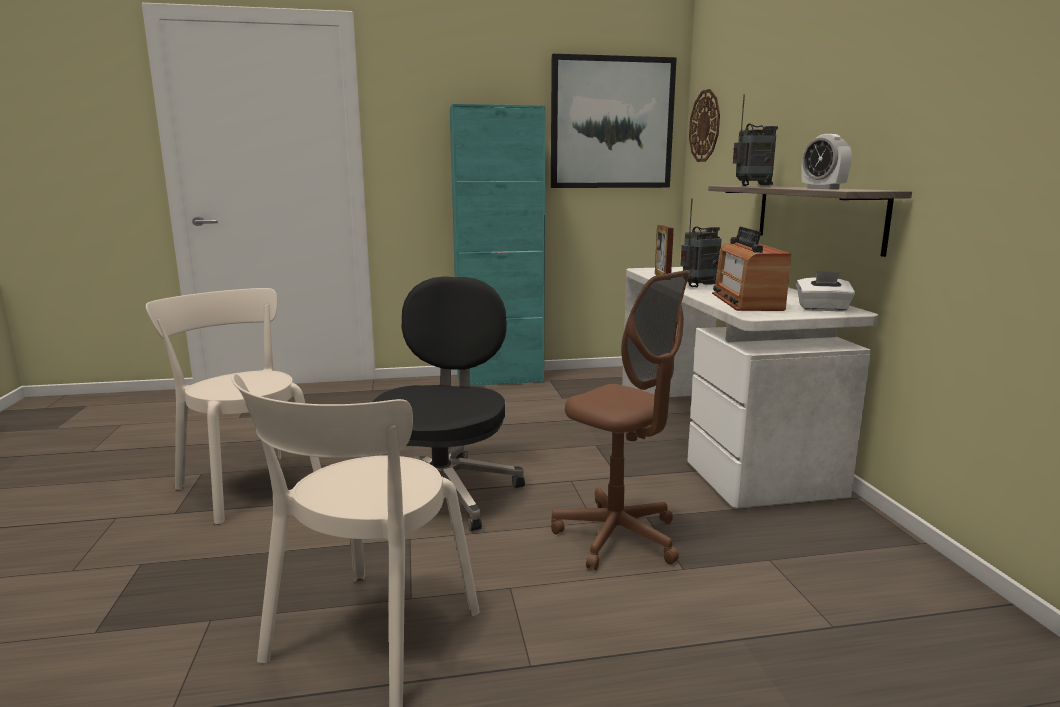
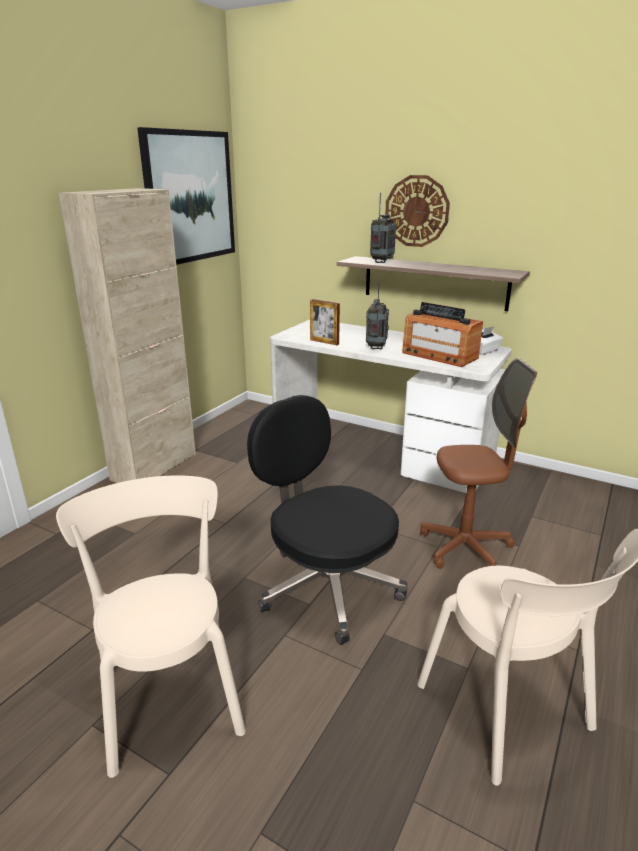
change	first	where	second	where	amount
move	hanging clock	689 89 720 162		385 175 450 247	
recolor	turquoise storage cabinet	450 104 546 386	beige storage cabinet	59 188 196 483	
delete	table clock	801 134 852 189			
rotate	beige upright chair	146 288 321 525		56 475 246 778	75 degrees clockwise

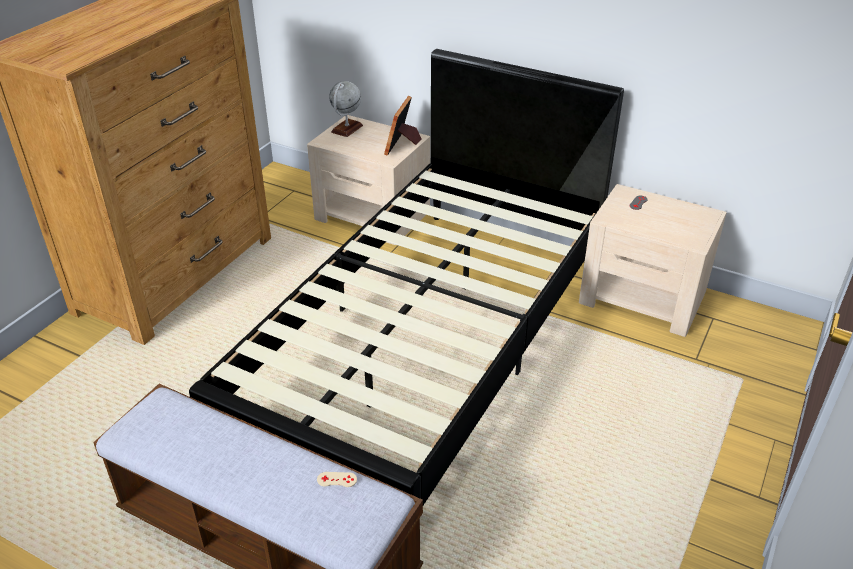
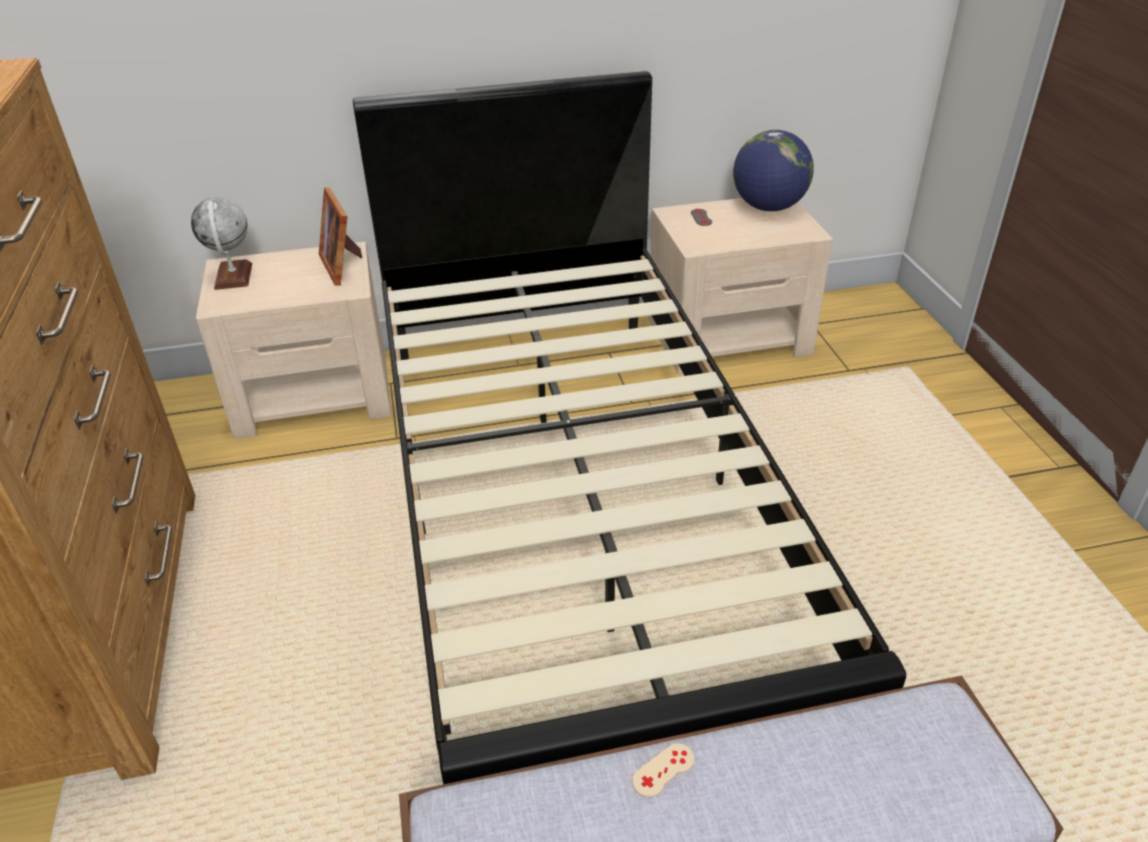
change	first	where	second	where	amount
move	beige joypad	317 472 357 487		632 744 694 797	
insert			world globe	733 130 814 211	

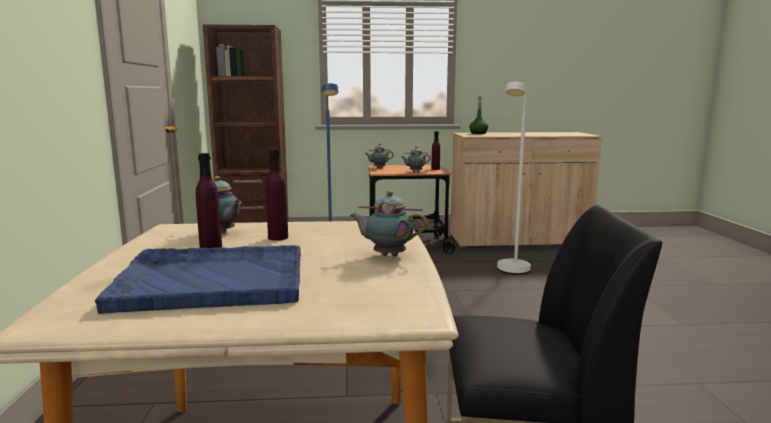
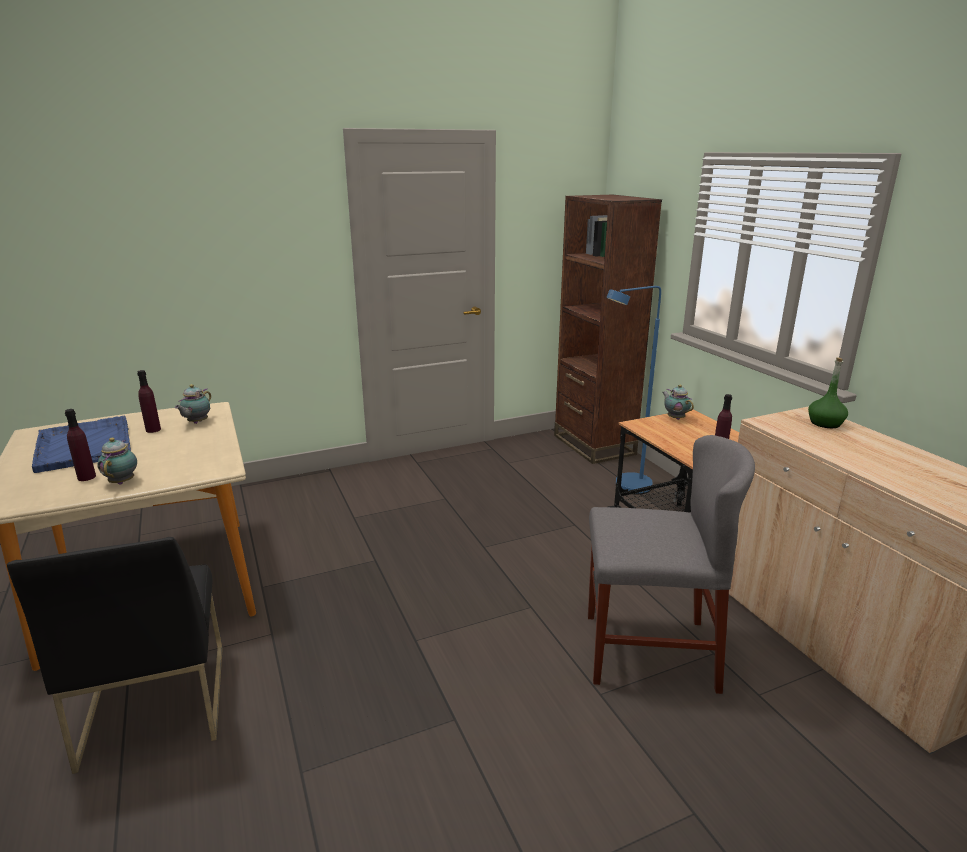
change	first	where	second	where	amount
replace	whitish standard lamp	497 81 531 274	gray upright chair	588 435 755 694	
delete	tea pot	401 146 431 172			
move	purplish drink bottle	266 148 288 241		65 409 96 481	

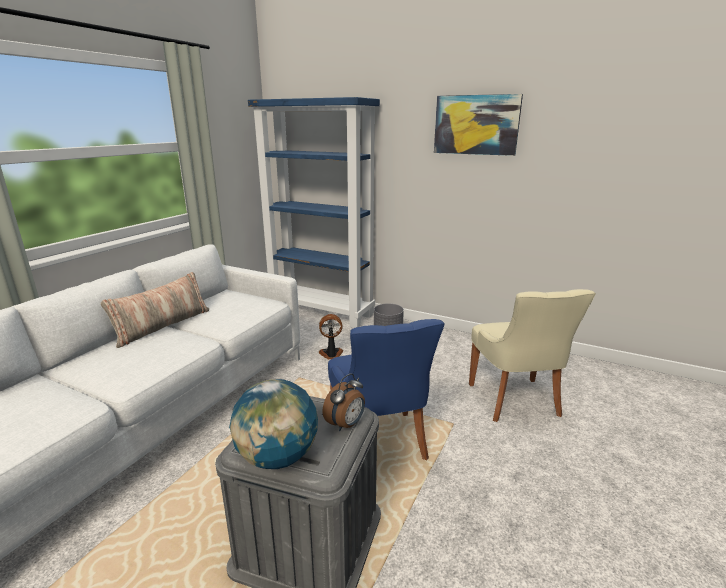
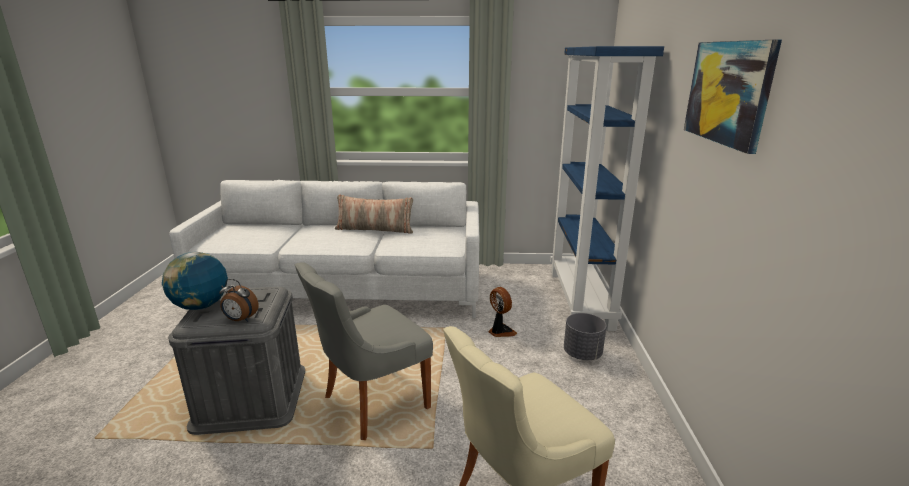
change	first	where	second	where	amount
recolor	bluish upright chair	328 319 444 460	gray upright chair	295 262 433 440	

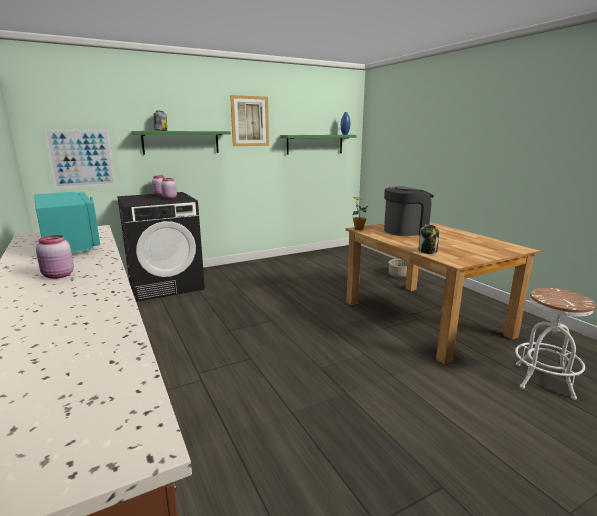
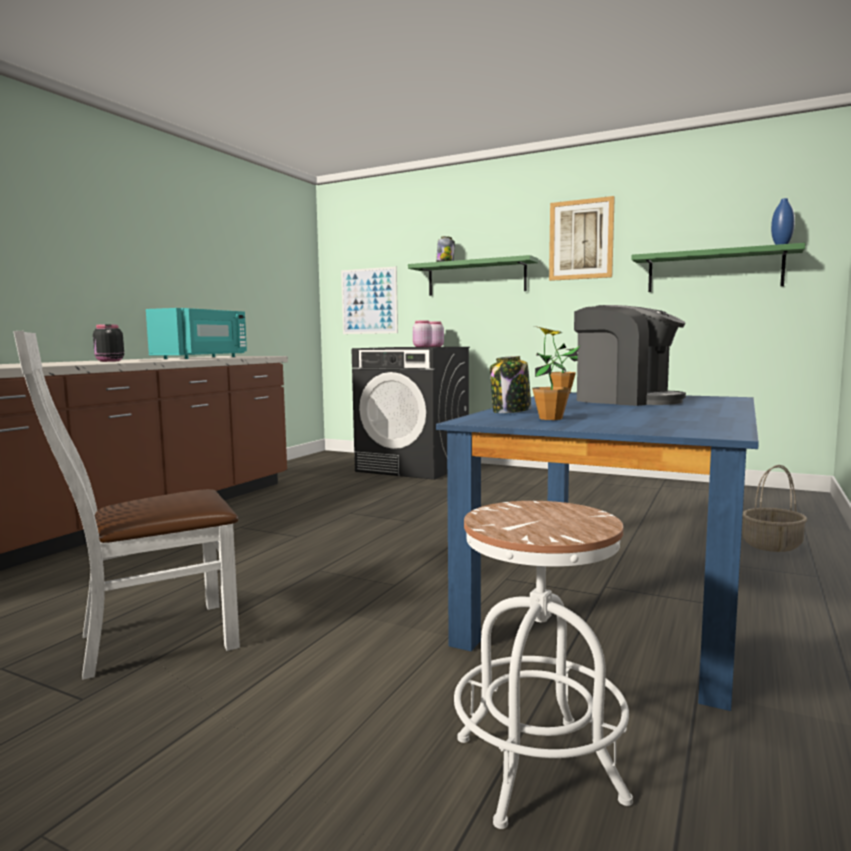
change	first	where	second	where	amount
recolor	brown-coloured dinner table	345 222 541 365	bluish dinner table	436 392 759 711	
recolor	pinkish storage jar	36 235 74 279	black storage jar	93 325 124 362	
insert			houseplant	532 326 581 420	
insert			whitish upright chair	13 331 240 680	

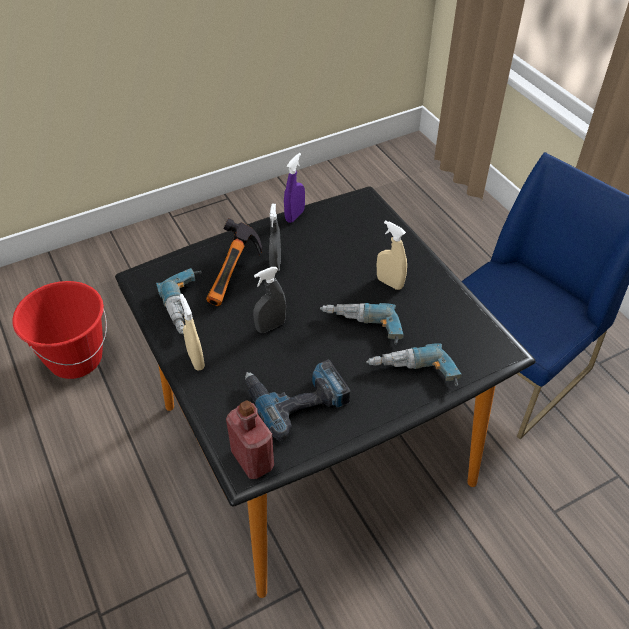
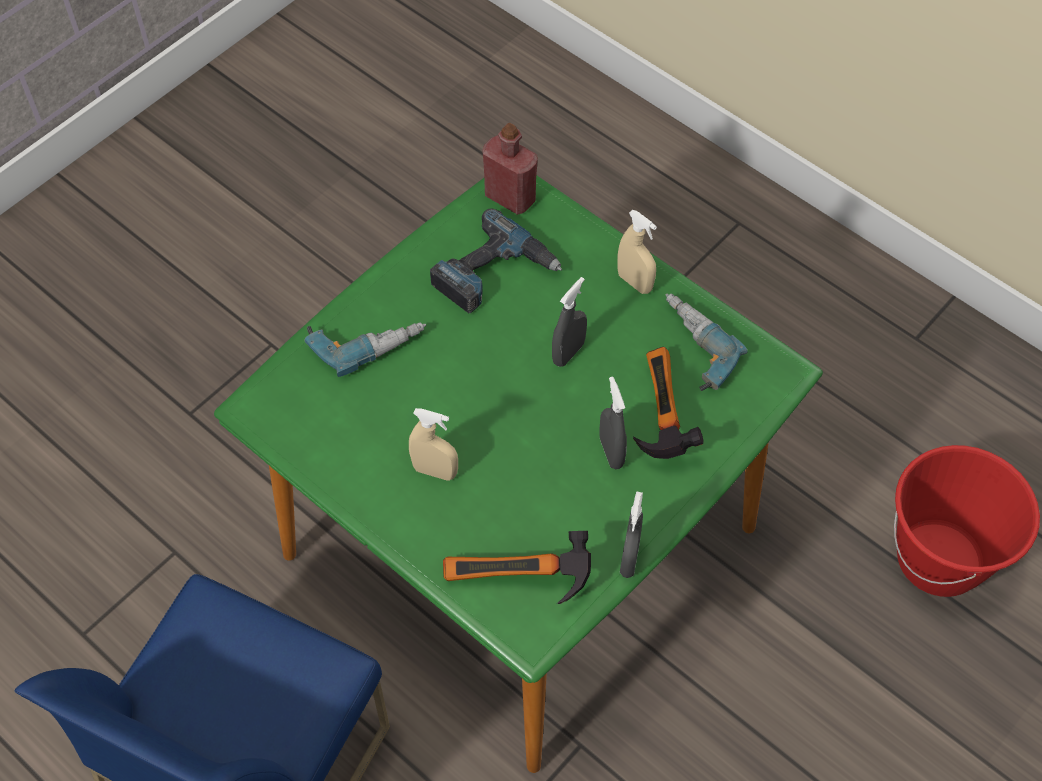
change	first	where	second	where	amount
recolor	purplish spray bottle	284 153 305 223	gray spray bottle	620 491 643 578	
recolor	black dinner table	115 186 536 598	green-coloured dinner table	214 175 823 773	
delete	power drill	320 303 404 344			
insert			hand hammer	443 531 591 604	

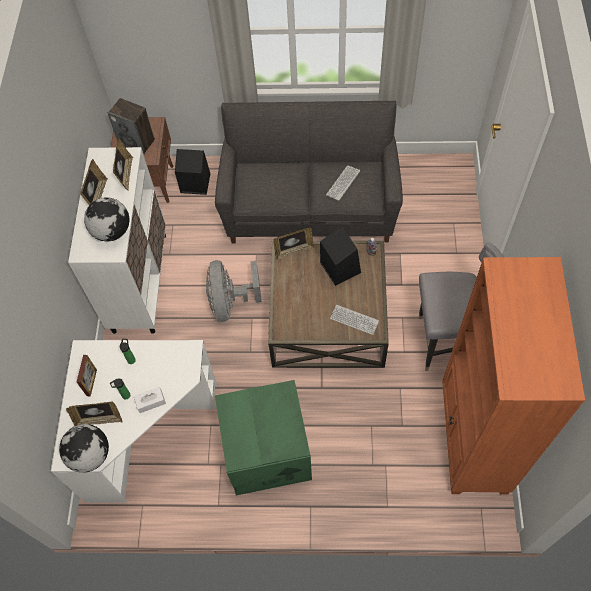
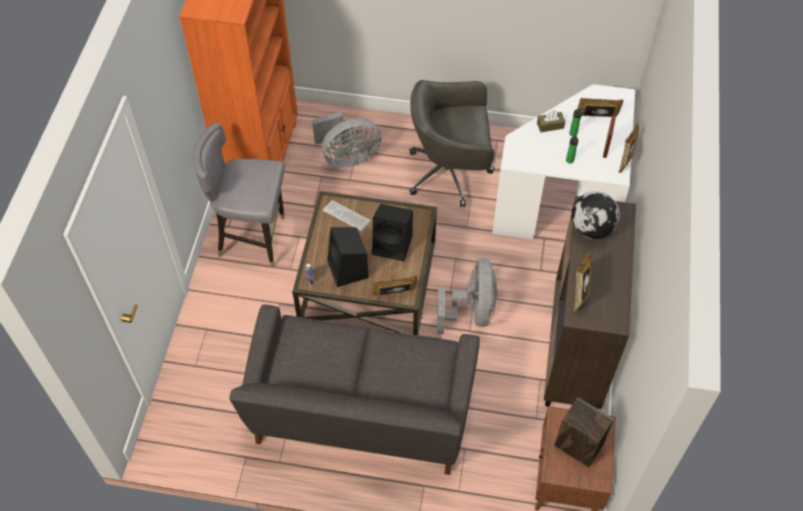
change	first	where	second	where	amount
recolor	whitish storage cabinet	68 147 166 334	brown-coloured storage cabinet	544 196 636 409	
move	black audio speaker	175 149 210 195		372 204 413 261	
move	photo frame	80 159 108 205		618 123 640 173	
delete	keyboard	326 165 360 201			
replace	green-coloured storage bin	215 380 312 495	gray desk chair	409 80 495 207	
recolor	whitish box of tissues	134 387 166 413	brown-coloured box of tissues	537 111 565 132	
delete	world globe	59 424 109 473			
insert			gray fan	312 112 382 168	

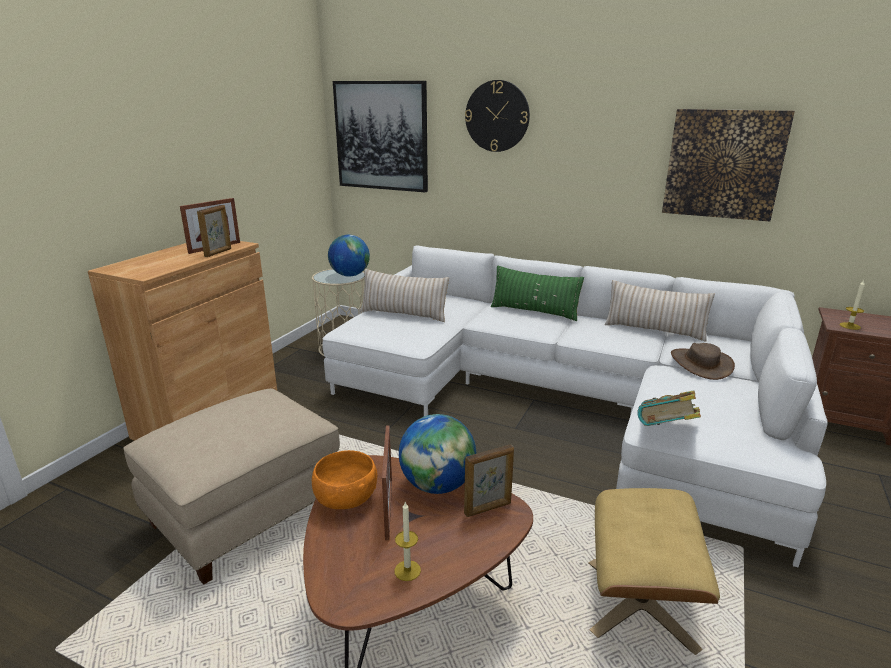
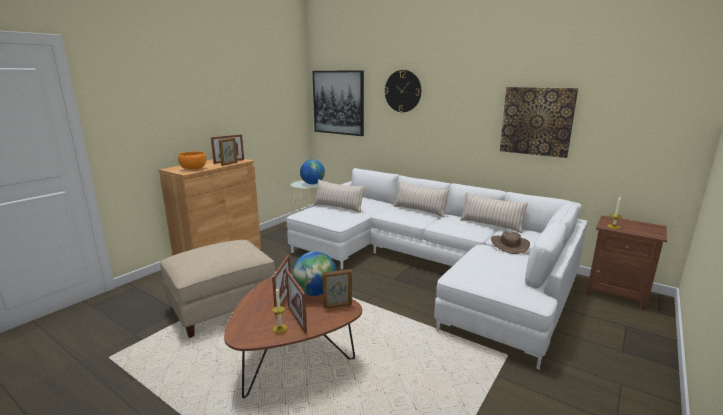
change	first	where	second	where	amount
recolor	green-coloured cushion	491 265 584 321	beige cushion	393 181 449 217	
delete	volume	637 390 701 426			
move	orange serving bowl	312 450 377 509		178 151 206 169	
delete	beige pouffe	588 488 720 655			
insert			photo frame	286 270 307 333	

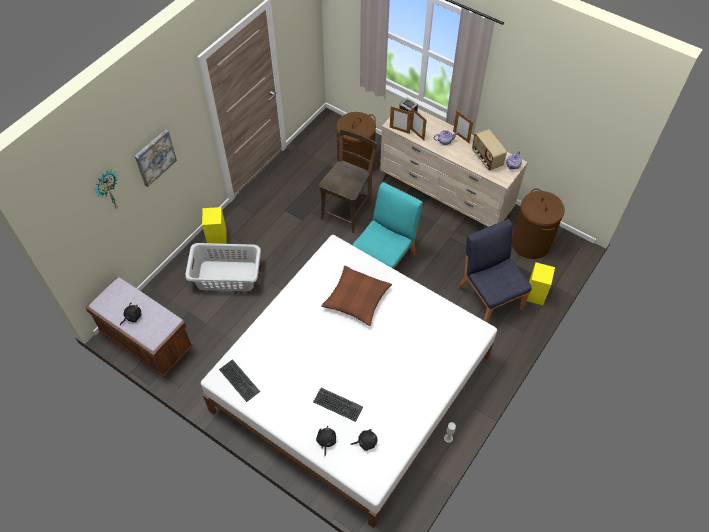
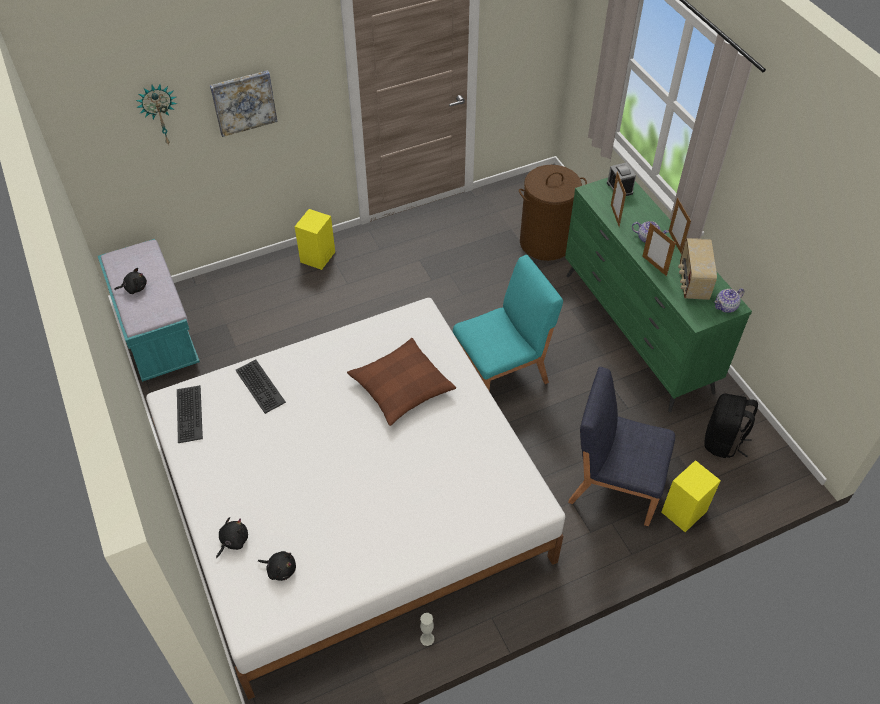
change	first	where	second	where	amount
move	photo frame	390 106 412 134		642 223 676 276	
recolor	beige dresser	380 108 528 227	green-coloured dresser	565 178 752 412	
delete	brown-coloured upright chair	319 129 377 233			
replace	brown-coloured hamper	512 188 565 259	black backpack	704 393 758 458	
rotate	bluish upright chair	458 219 531 323		568 367 675 526	75 degrees counterclockwise
delete	gray hamper	185 243 261 291			
recolor	brown-coloured bench	85 277 193 377	turquoise bench	98 239 200 382	
move	keyboard	313 388 363 422		236 359 286 414	

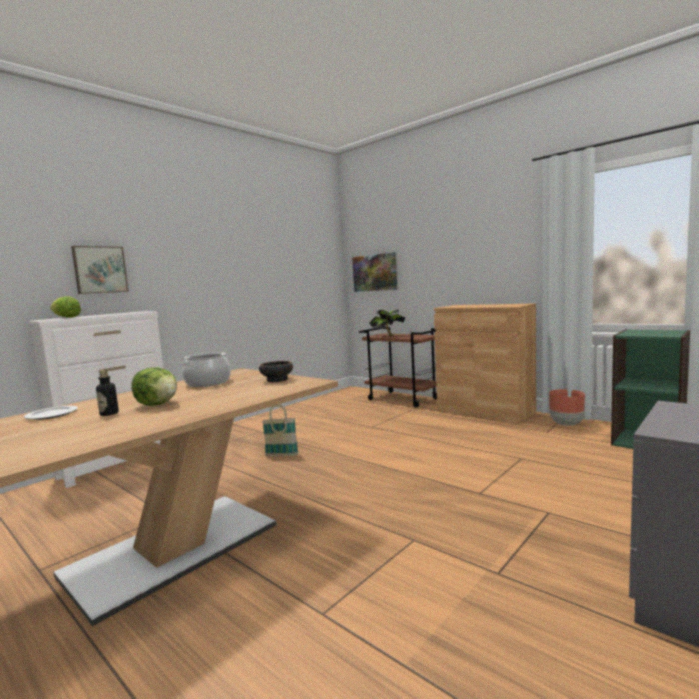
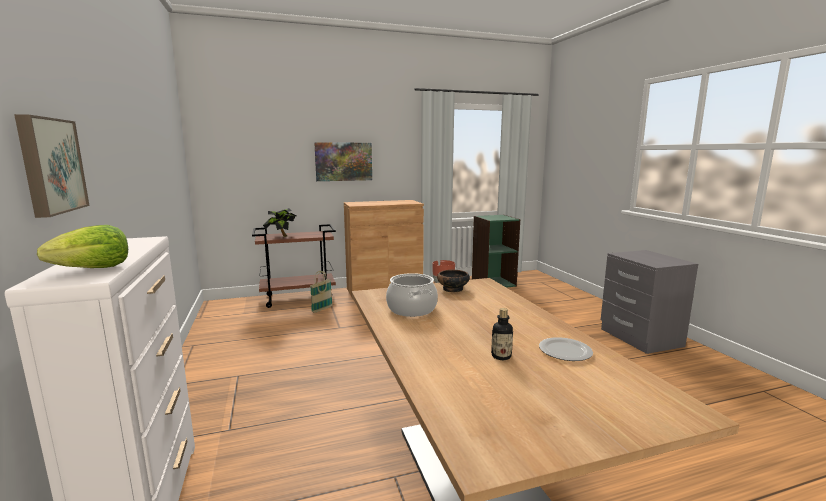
change	first	where	second	where	amount
move	wall art	352 252 398 292		314 142 372 181	
delete	lettuce	131 367 177 406			
move	household basket	262 404 299 456		310 271 333 313	
move	plate	24 406 78 420		539 337 593 361	

